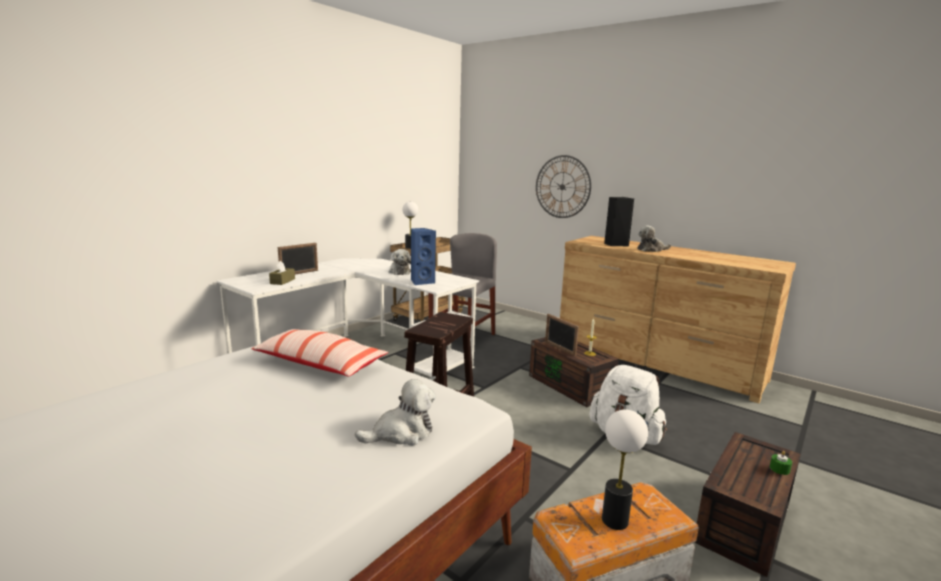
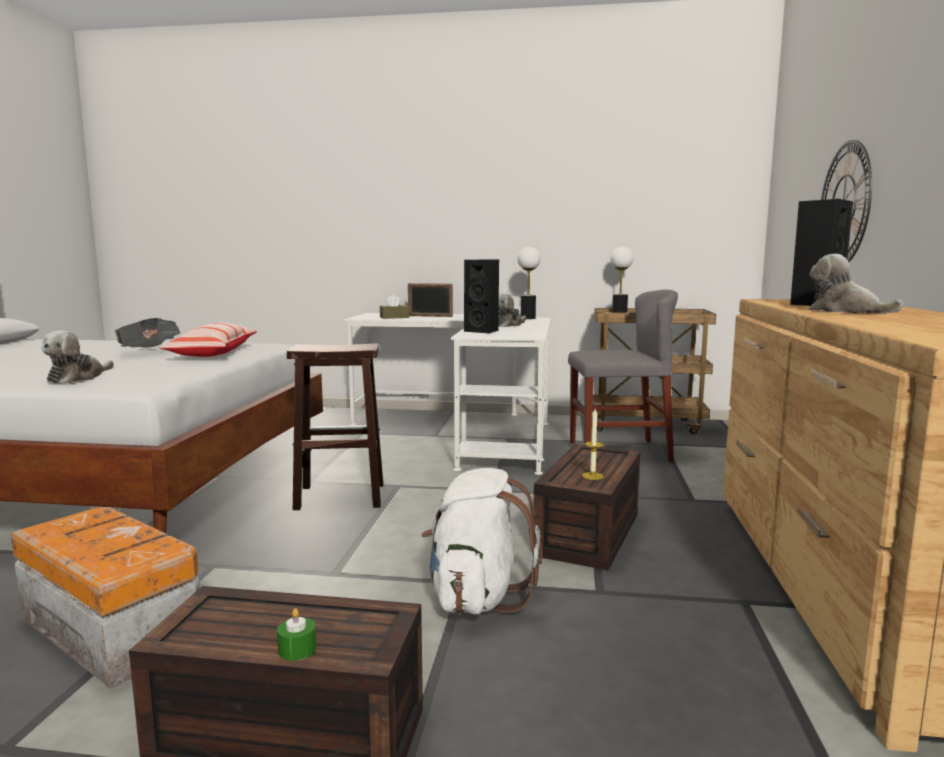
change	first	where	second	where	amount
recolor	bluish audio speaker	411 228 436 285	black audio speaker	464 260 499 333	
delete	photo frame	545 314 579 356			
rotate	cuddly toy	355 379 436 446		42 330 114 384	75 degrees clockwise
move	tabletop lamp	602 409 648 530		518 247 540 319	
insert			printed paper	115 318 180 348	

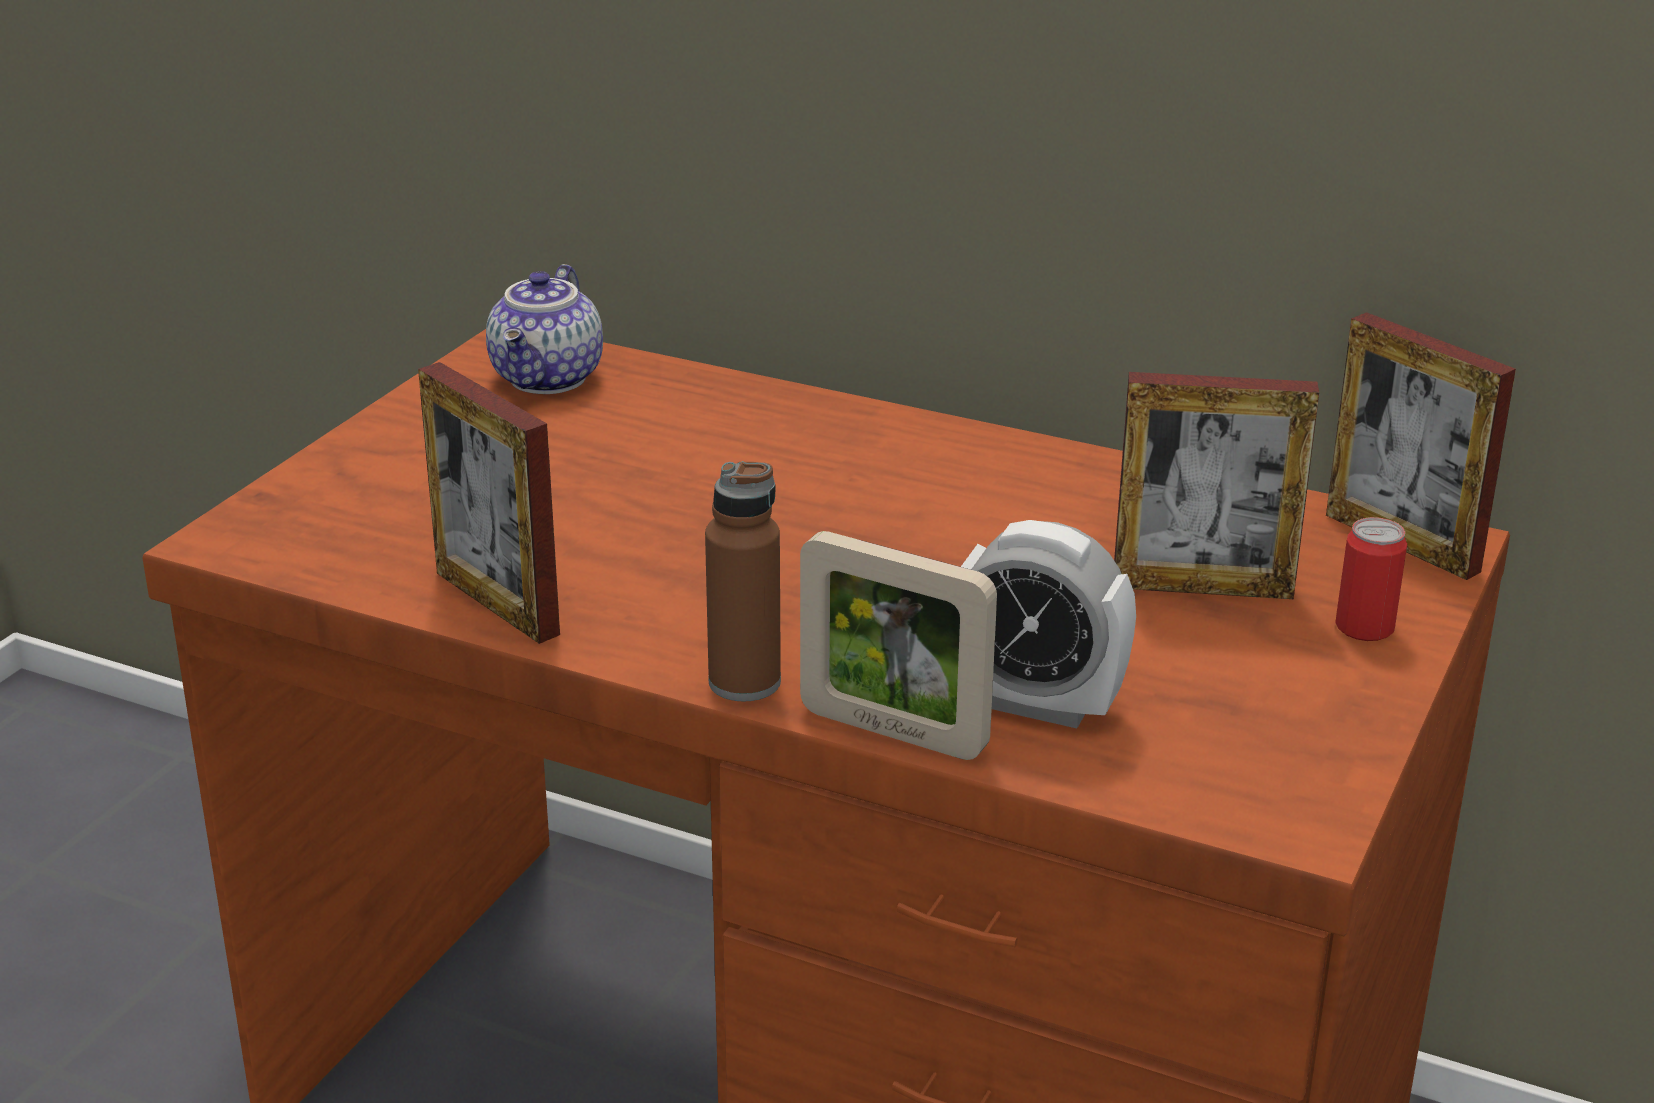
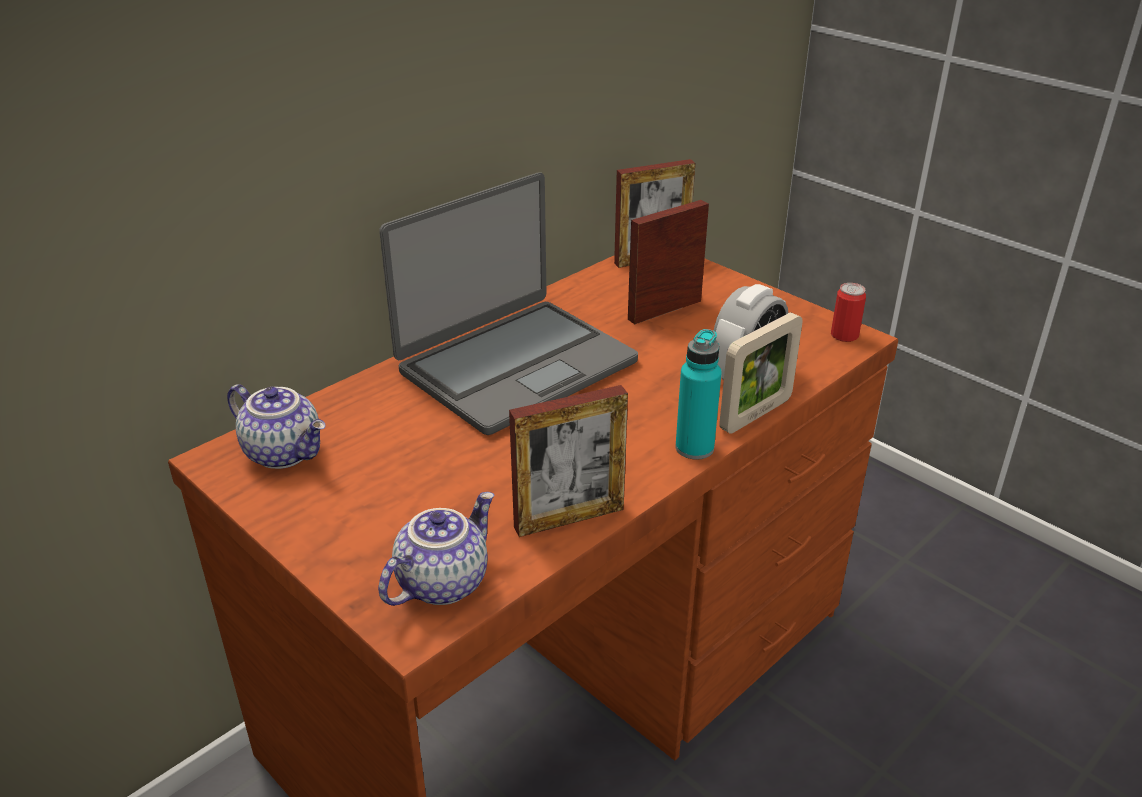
change	first	where	second	where	amount
rotate	photo frame	1114 372 1319 599		628 200 709 324	150 degrees counterclockwise
recolor	brown-coloured drink bottle	705 461 781 701	turquoise drink bottle	675 329 722 460	
move	sealed can	1335 517 1407 641		831 283 866 342	
insert			laptop	379 173 638 435	
insert			tea pot	378 492 494 606	

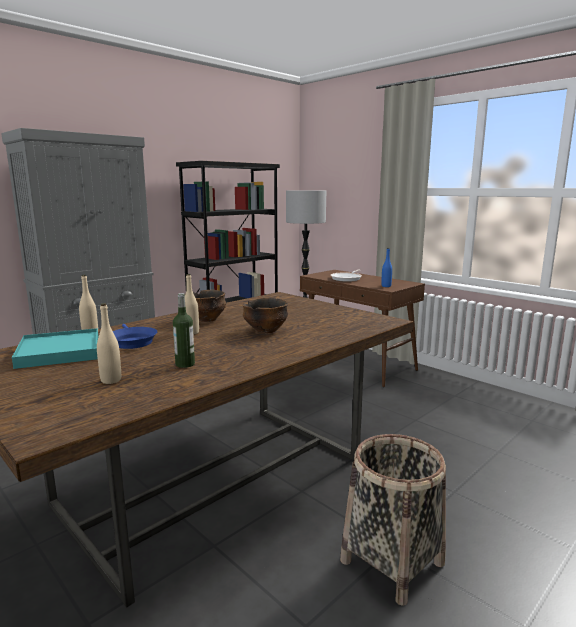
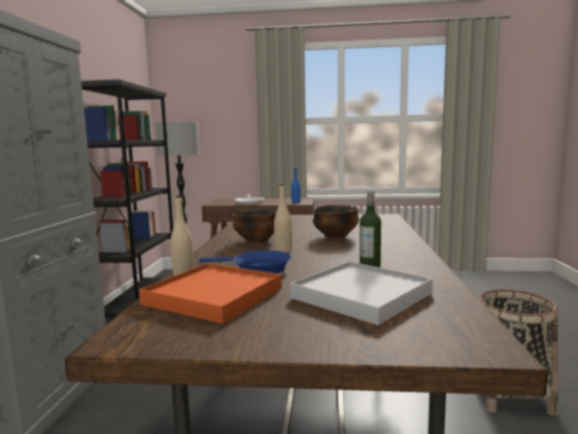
change	first	where	second	where	amount
replace	beige drink bottle	97 303 121 384	whitish serving tray	290 261 433 325	
recolor	turquoise serving tray	12 328 99 369	orange serving tray	139 263 282 324	

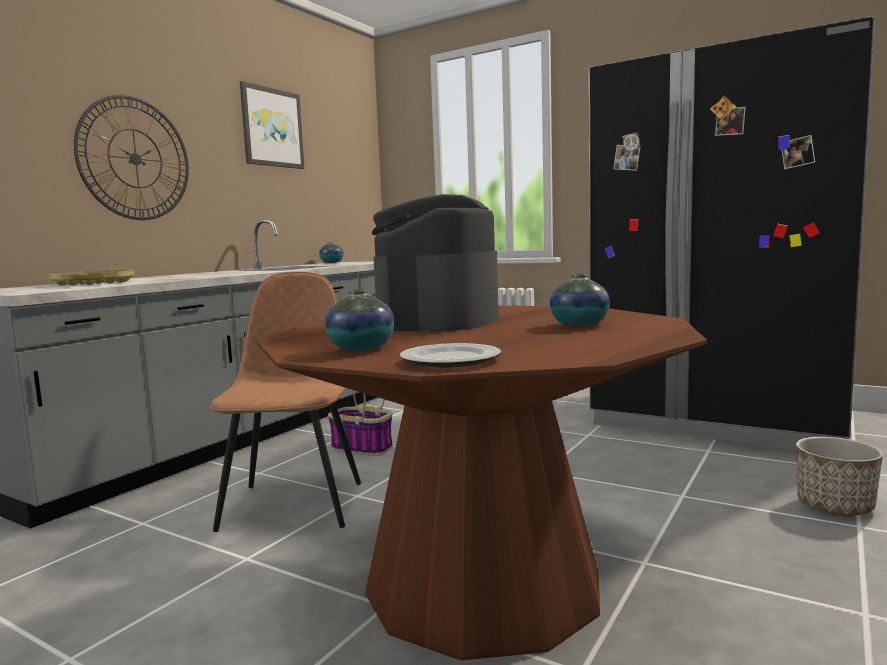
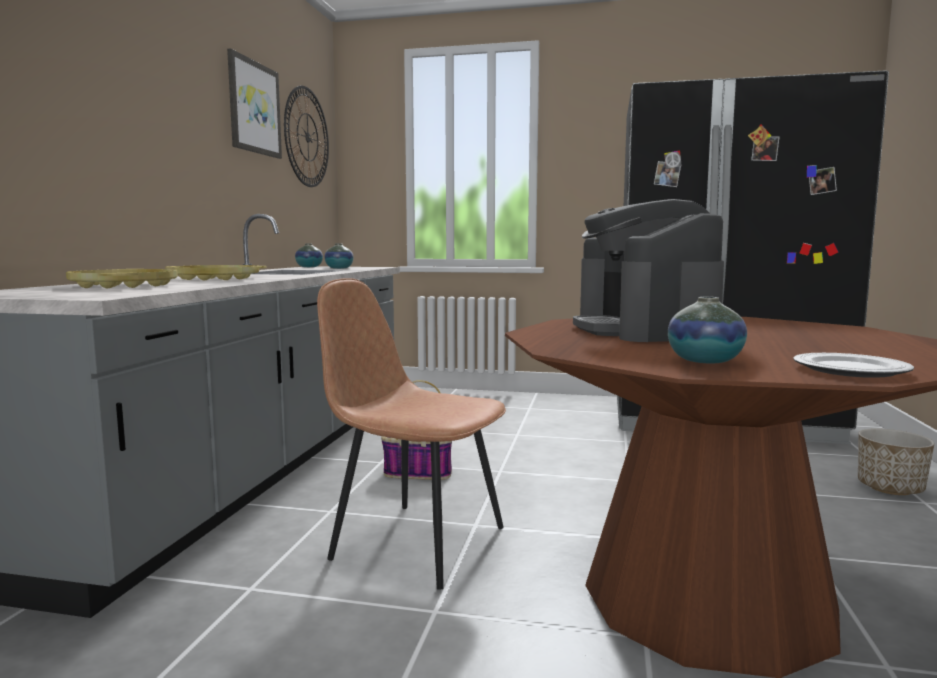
change	first	where	second	where	amount
move	hanging clock	74 95 189 220		284 86 329 187	
rotate	brown-coloured upright chair	210 272 361 532		317 278 506 590	45 degrees counterclockwise
move	vase	549 274 610 327		324 244 354 269	
insert			yellow-coloured serving tray	165 265 267 280	

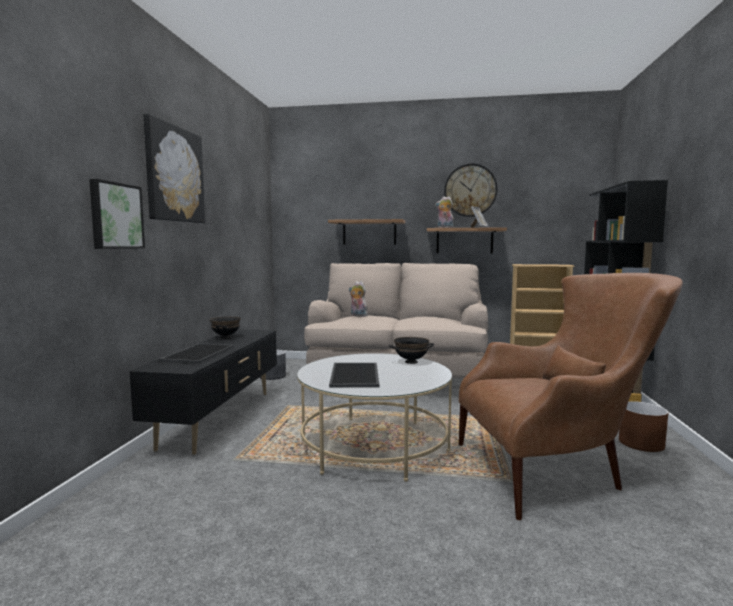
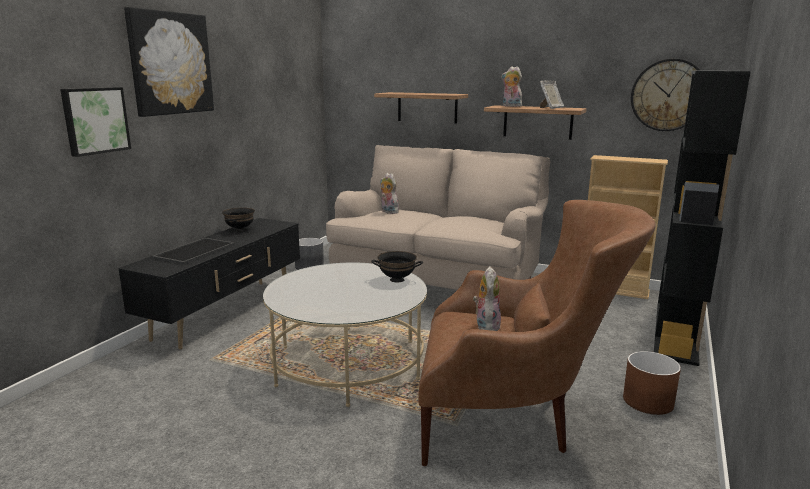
change	first	where	second	where	amount
move	hanging clock	444 163 498 217		631 59 700 131	
delete	serving tray	329 363 379 387			
insert			cuddly toy	473 266 501 331	

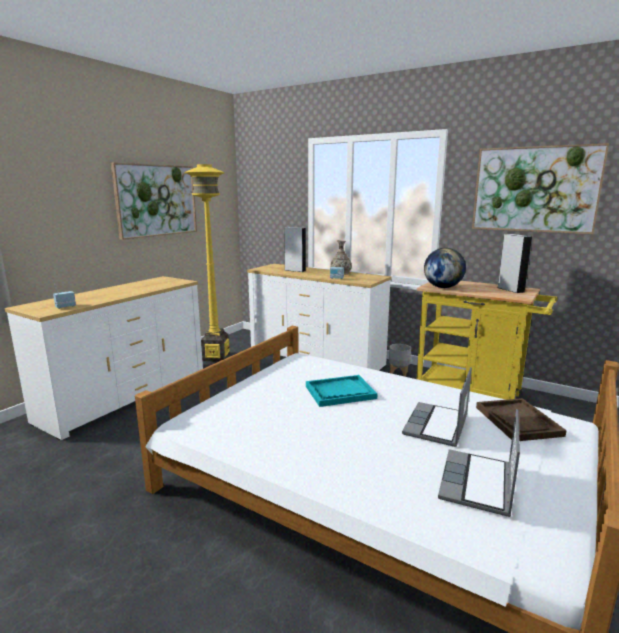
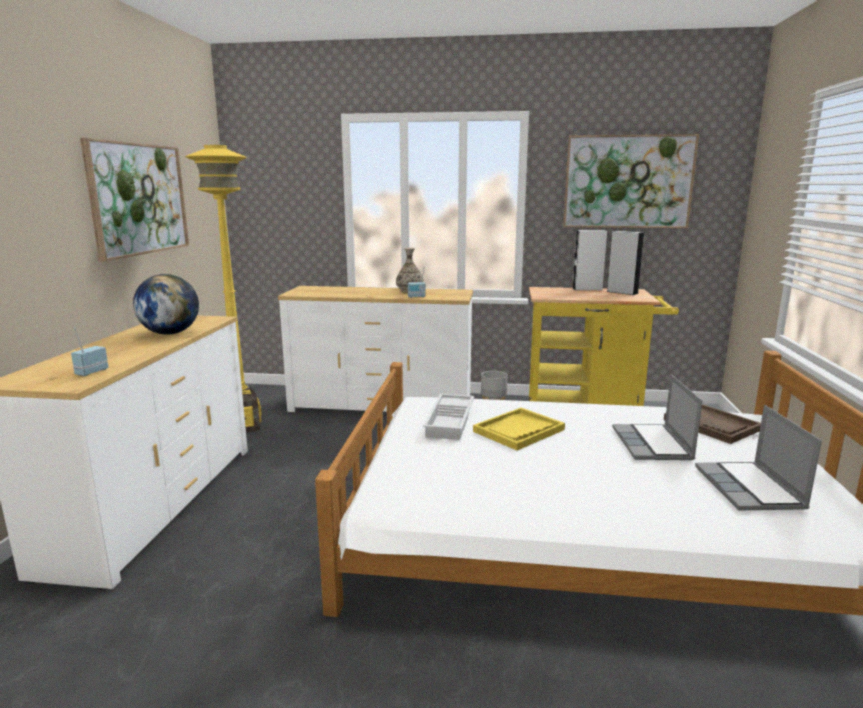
change	first	where	second	where	amount
move	whitish audio speaker	284 227 306 272		572 230 607 290	
move	world globe	424 248 466 288		133 274 199 335	
recolor	turquoise serving tray	306 375 378 407	yellow-coloured serving tray	473 408 565 450	
insert			whitish serving tray	423 394 474 440	

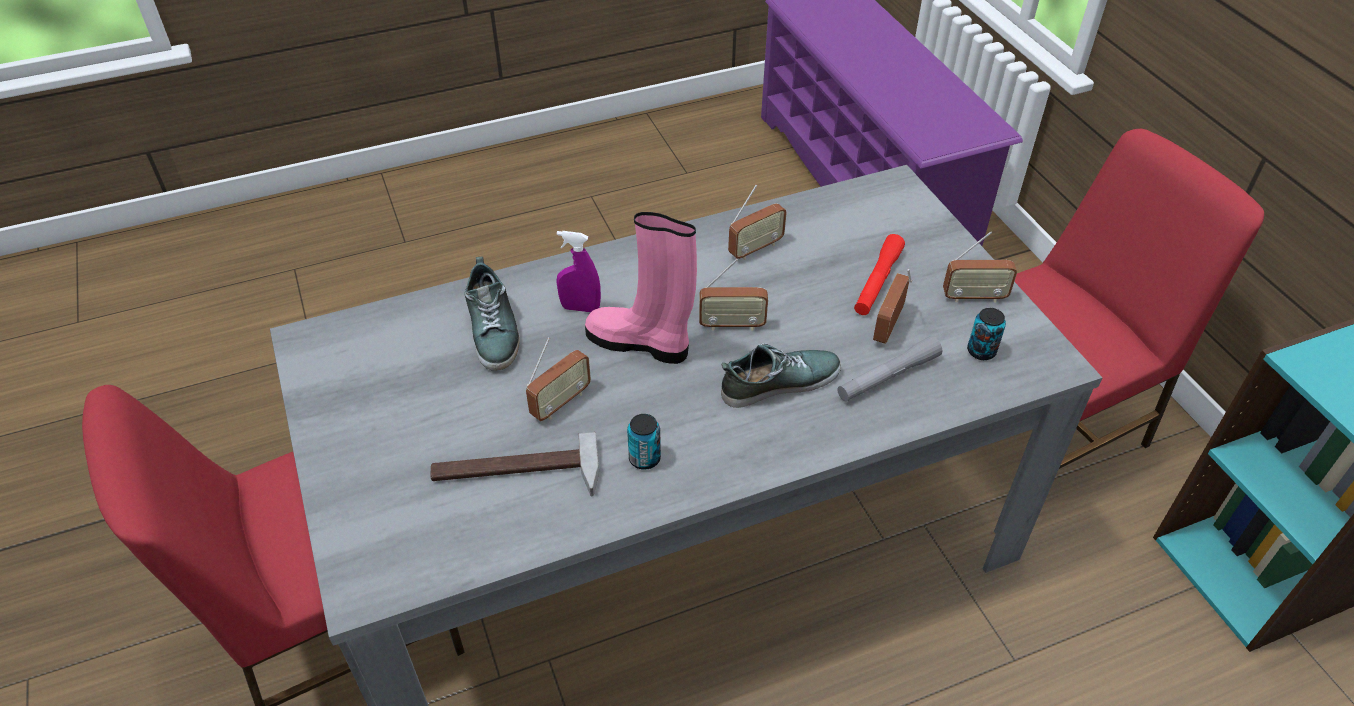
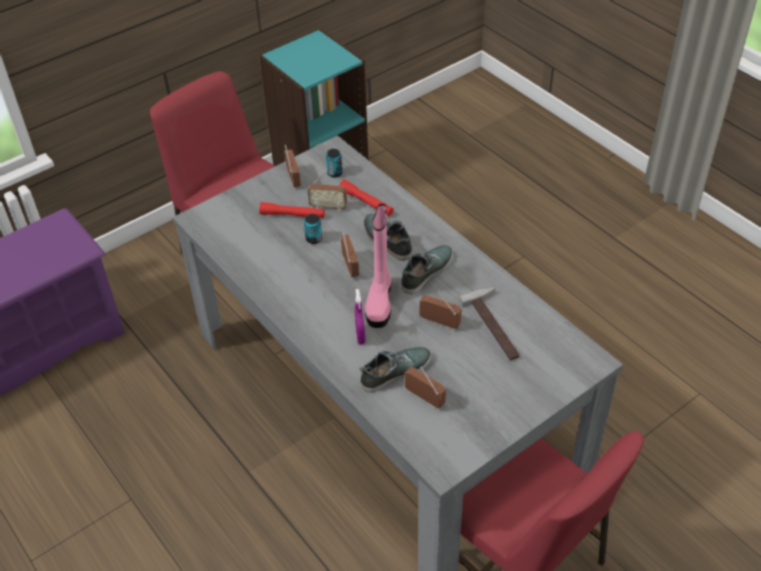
change	first	where	second	where	amount
move	radio set	728 184 787 260		404 366 446 408	
recolor	gray flashlight	837 336 942 402	reddish flashlight	339 180 394 216	
move	sealed can	627 414 661 470		304 214 322 244	
insert			shoe	401 245 453 294	

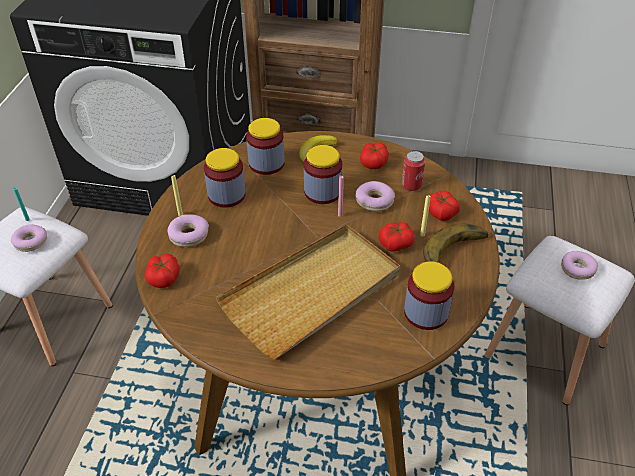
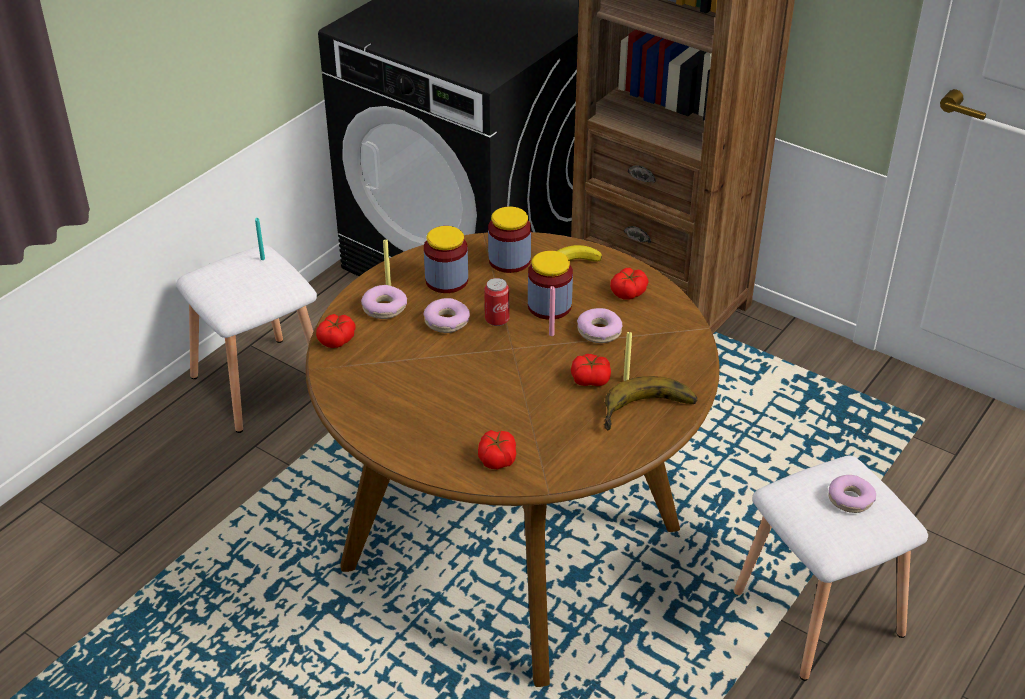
change	first	where	second	where	amount
move	sealed can	402 151 425 191		484 278 509 326	
move	whole tomato	429 191 460 221		478 430 516 469	
move	ring doughnut	11 224 47 252		424 298 470 333	
delete	beige serving tray	216 224 400 359			
delete	storage jar	404 261 454 330			

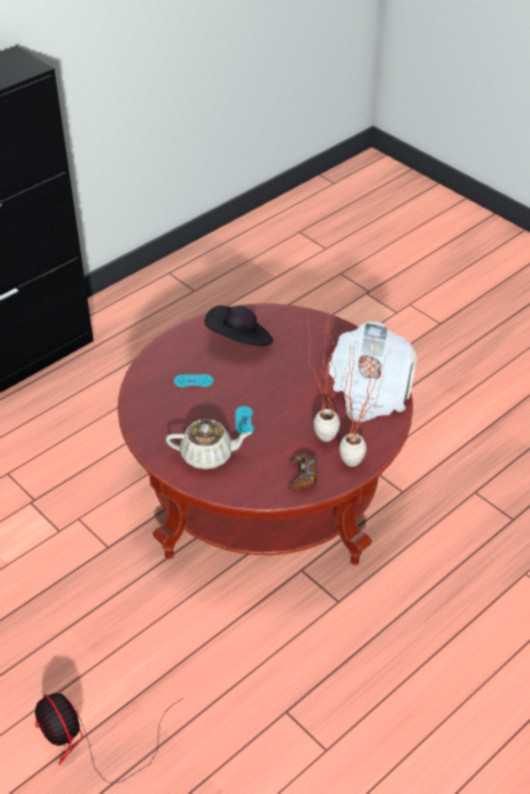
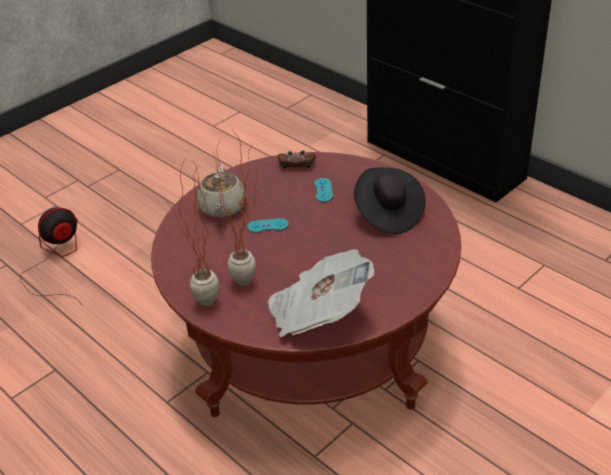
change	first	where	second	where	amount
move	brown-coloured joypad	289 453 317 491		278 151 316 169	

